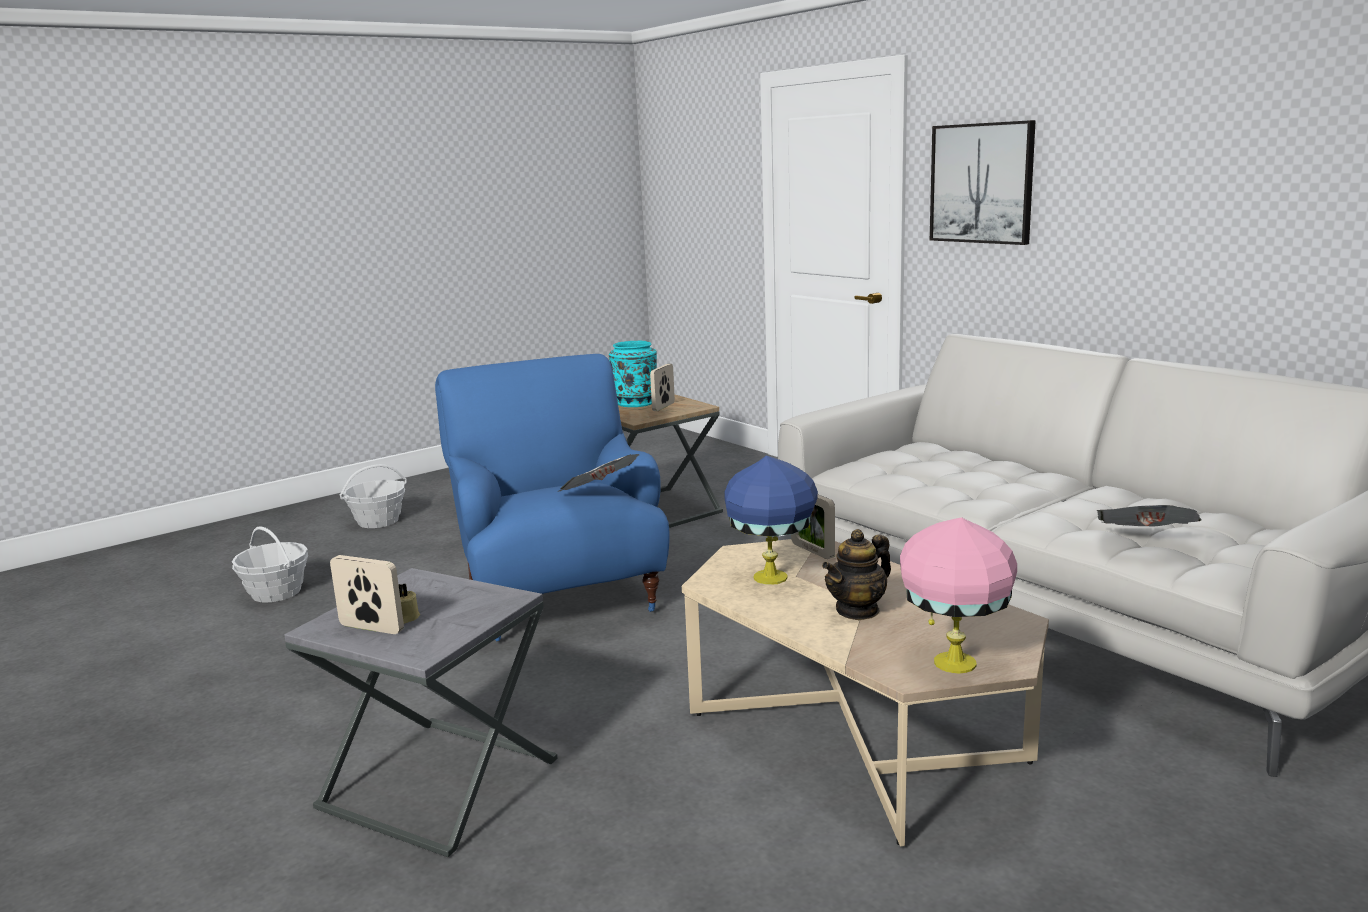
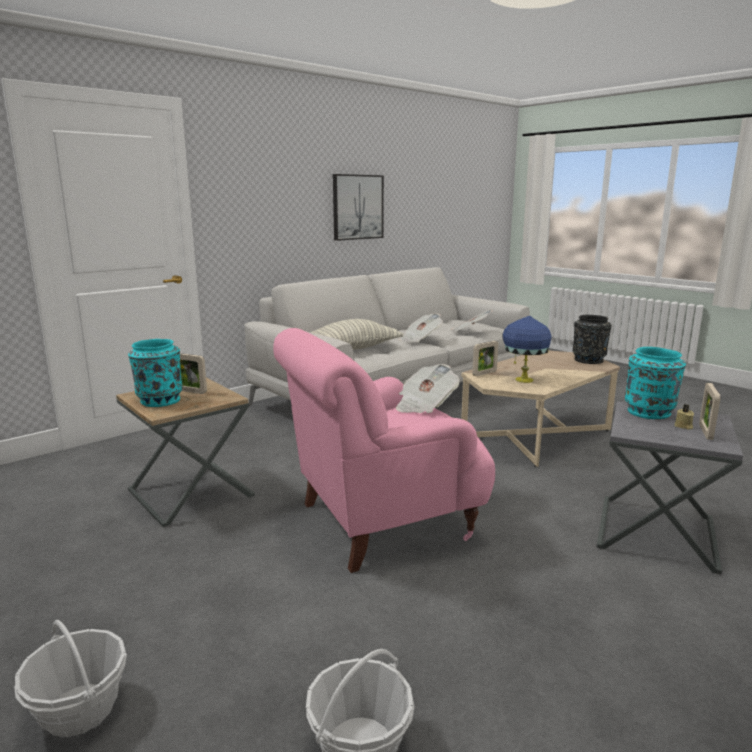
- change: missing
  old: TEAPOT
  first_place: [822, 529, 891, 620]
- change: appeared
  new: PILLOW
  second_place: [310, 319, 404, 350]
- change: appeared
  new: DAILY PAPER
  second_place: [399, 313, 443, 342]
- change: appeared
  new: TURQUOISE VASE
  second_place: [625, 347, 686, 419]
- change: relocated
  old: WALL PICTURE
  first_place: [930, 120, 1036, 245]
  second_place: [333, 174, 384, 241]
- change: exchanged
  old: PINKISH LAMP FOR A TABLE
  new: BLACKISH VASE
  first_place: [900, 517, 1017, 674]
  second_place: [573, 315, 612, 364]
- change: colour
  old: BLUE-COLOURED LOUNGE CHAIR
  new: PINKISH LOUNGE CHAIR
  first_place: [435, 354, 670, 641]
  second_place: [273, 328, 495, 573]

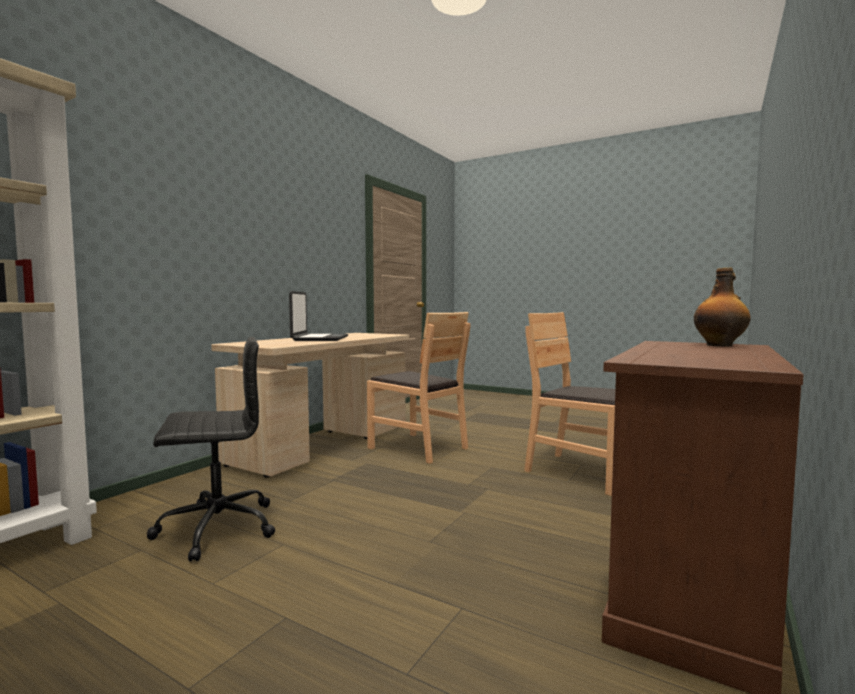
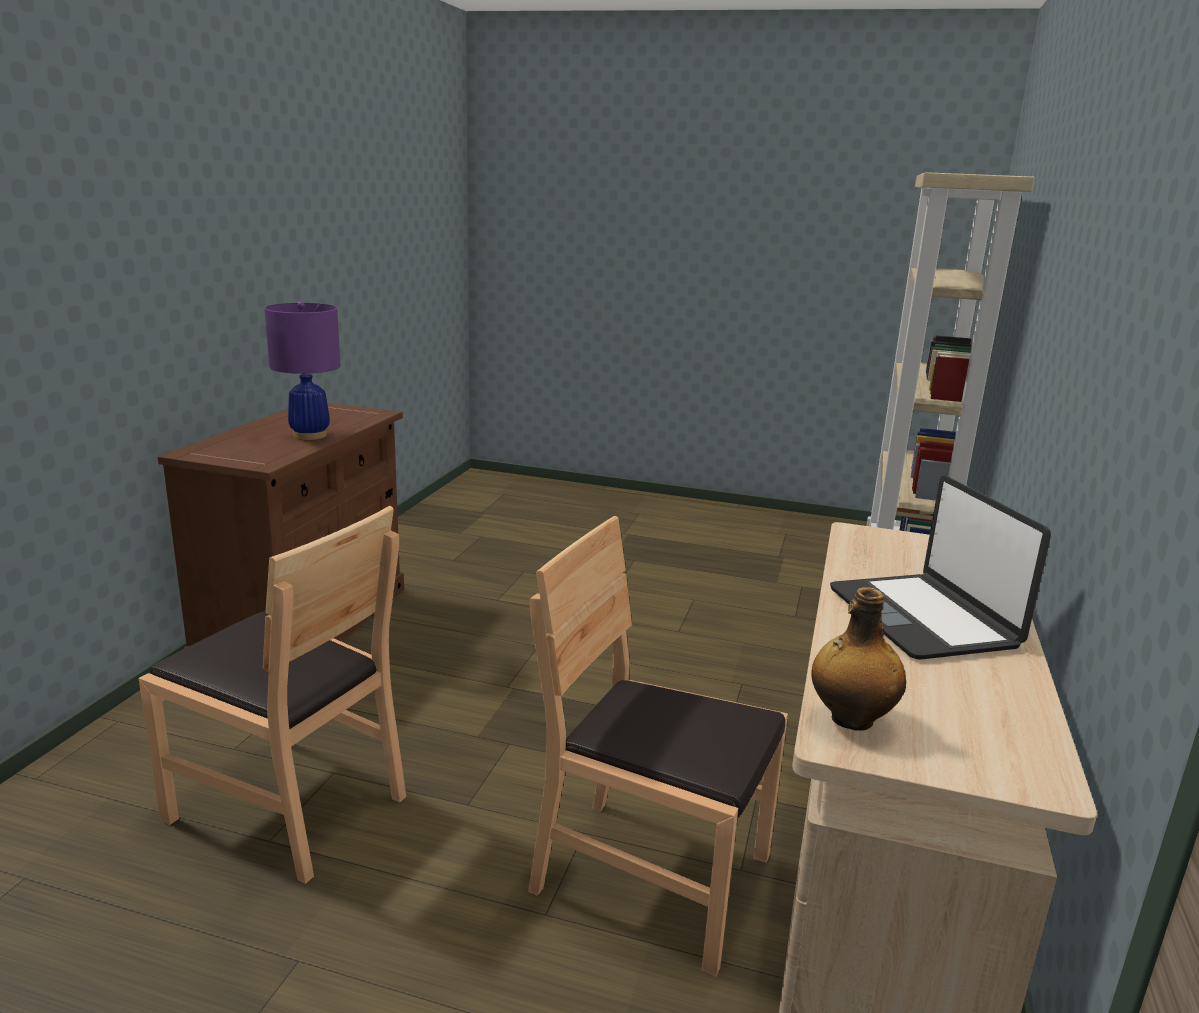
- change: missing
  old: BLACKISH OFFICE CHAIR
  first_place: [146, 337, 275, 562]
- change: appeared
  new: PURPLE LAMP FOR A TABLE
  second_place: [264, 302, 341, 440]
- change: relocated
  old: DRINK BOTTLE
  first_place: [694, 267, 750, 346]
  second_place: [811, 587, 906, 731]

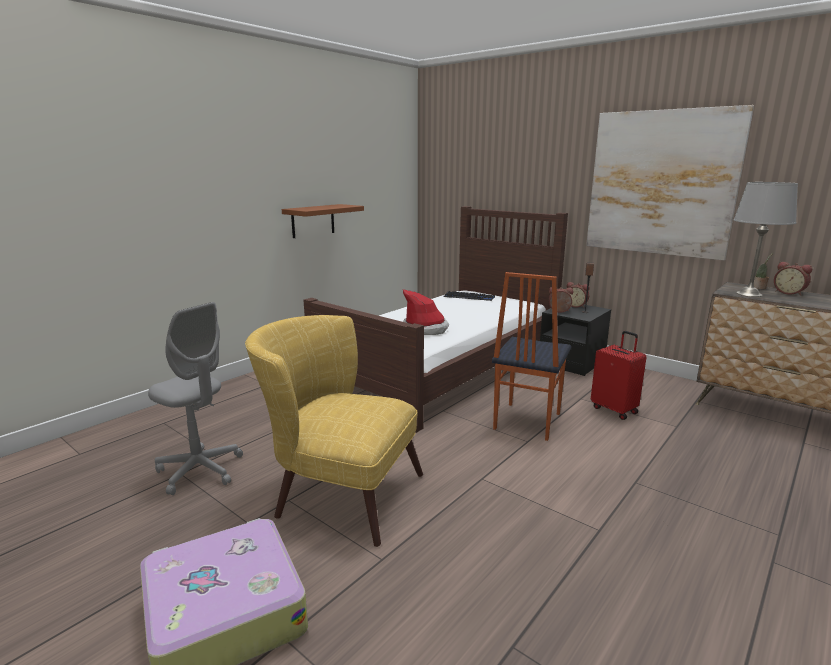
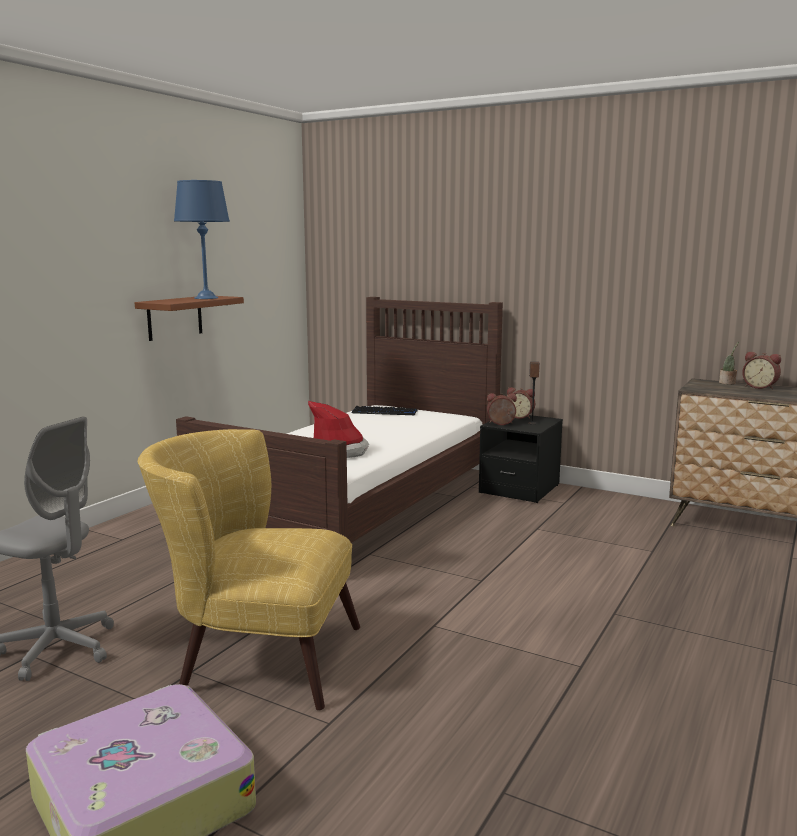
- change: missing
  old: UPRIGHT CHAIR
  first_place: [492, 272, 571, 441]
- change: missing
  old: WALL PICTURE
  first_place: [586, 105, 754, 260]
- change: missing
  old: REDDISH SUITCASE
  first_place: [591, 331, 646, 420]
- change: missing
  old: GREY LAMP FOR A TABLE
  first_place: [734, 182, 798, 297]
- change: appeared
  new: BLUE-COLOURED LAMP FOR A TABLE
  second_place: [174, 180, 230, 299]

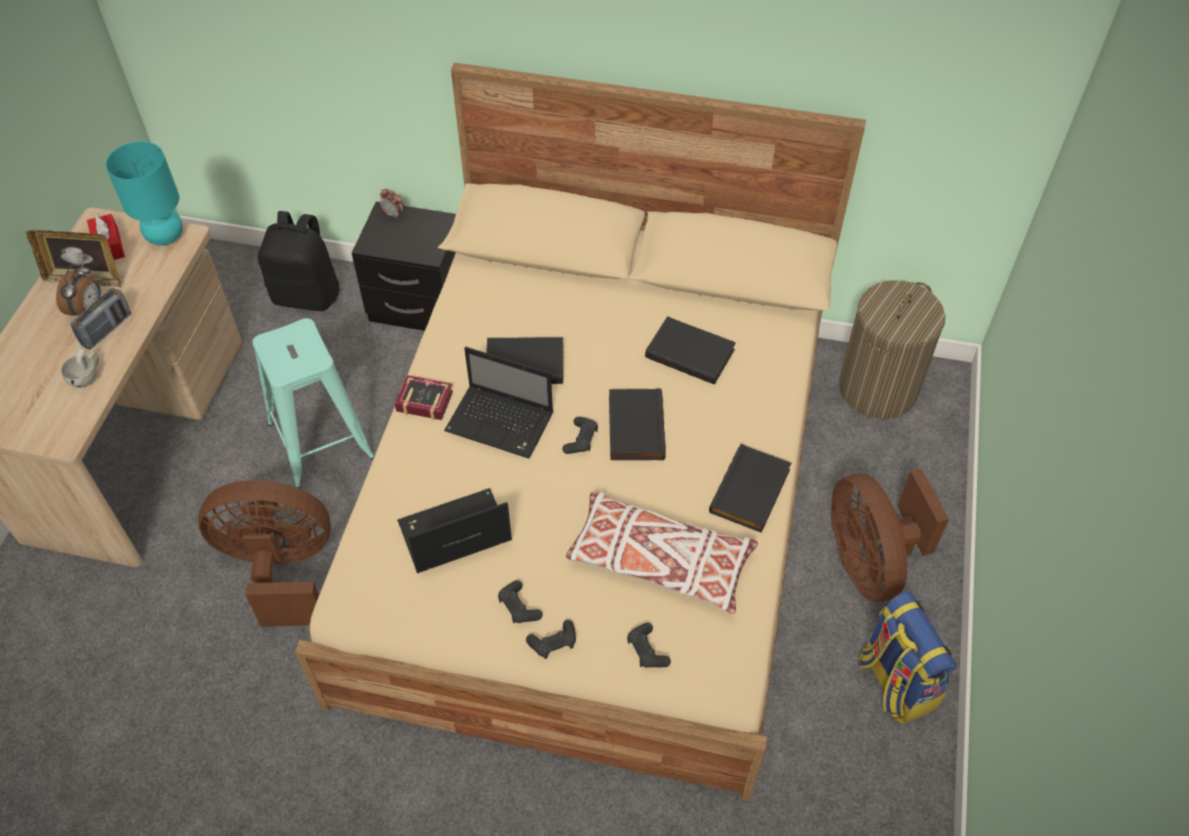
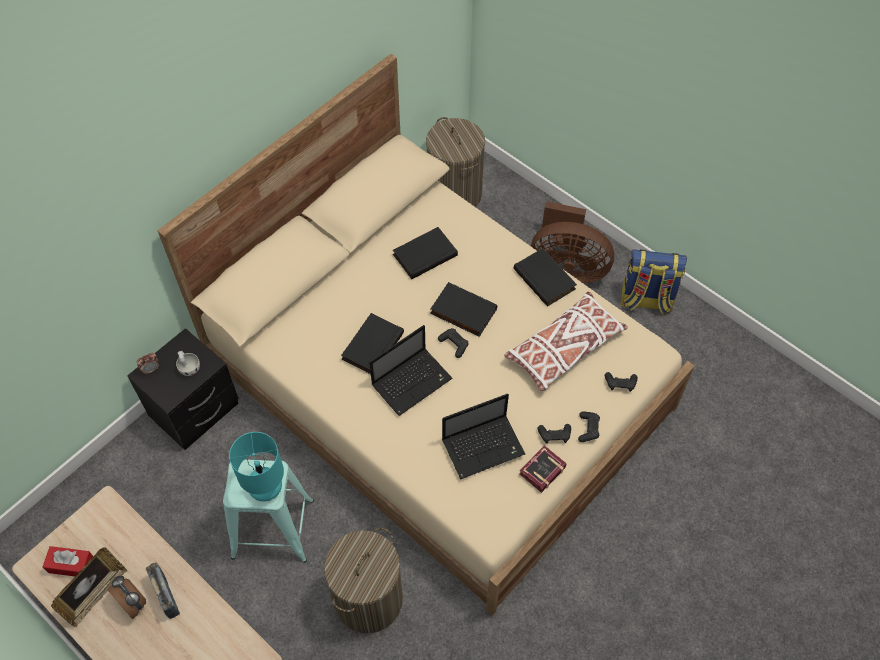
- change: missing
  old: BLACKISH BACKPACK
  first_place: [258, 211, 340, 311]
- change: relocated
  old: WHITE-COLOURED CUP
  first_place: [61, 347, 99, 387]
  second_place: [176, 351, 200, 376]
- change: relocated
  old: TURQUOISE LAMP FOR A TABLE
  first_place: [106, 141, 183, 245]
  second_place: [229, 432, 284, 502]
- change: relocated
  old: BOOK
  first_place: [395, 375, 453, 420]
  second_place: [519, 445, 567, 493]
- change: exchanged
  old: BROWN FAN
  new: HAMPER
  first_place: [198, 480, 331, 627]
  second_place: [324, 528, 403, 634]
- change: spun
  old: LAPTOP
  first_place: [397, 488, 512, 573]
  second_place: [442, 394, 525, 480]
  degrees: -120

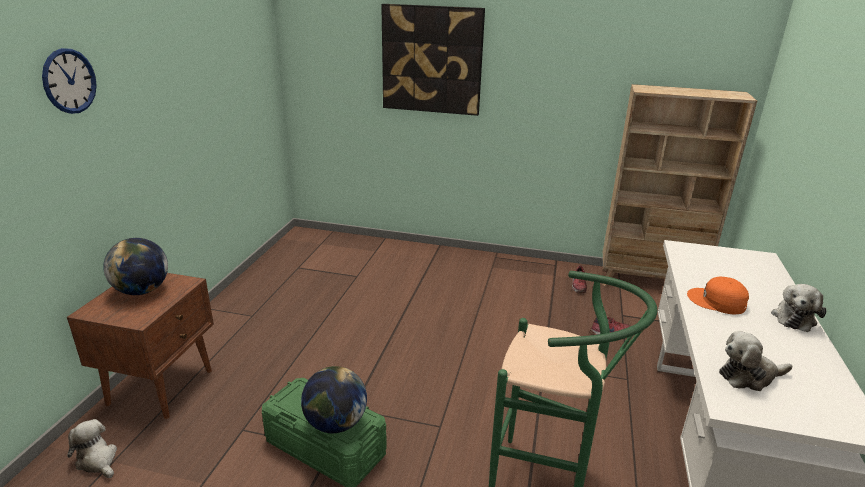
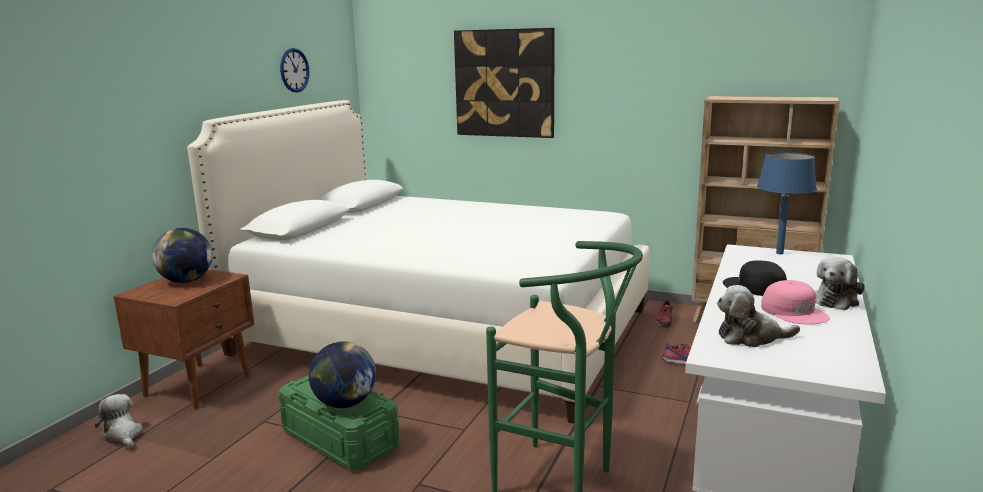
- change: appeared
  new: WHITE-COLOURED BED
  second_place: [187, 100, 650, 423]
- change: appeared
  new: BLUE-COLOURED LAMP FOR A TABLE
  second_place: [757, 152, 817, 254]
- change: appeared
  new: PINKISH PEAKED CAP
  second_place: [761, 280, 830, 324]
- change: relocated
  old: WALL CLOCK
  first_place: [42, 48, 97, 114]
  second_place: [280, 48, 309, 92]
- change: colour
  old: ORANGEY PEAKED CAP
  new: BLACKISH PEAKED CAP
  first_place: [687, 277, 749, 314]
  second_place: [723, 260, 787, 296]

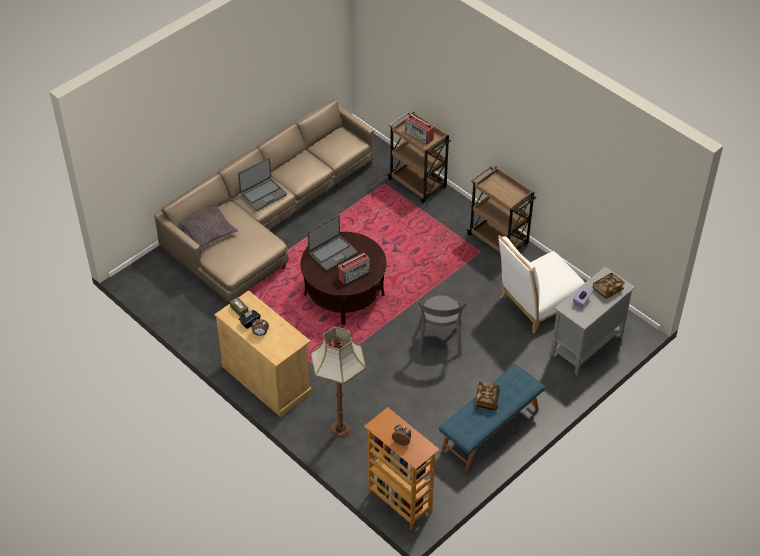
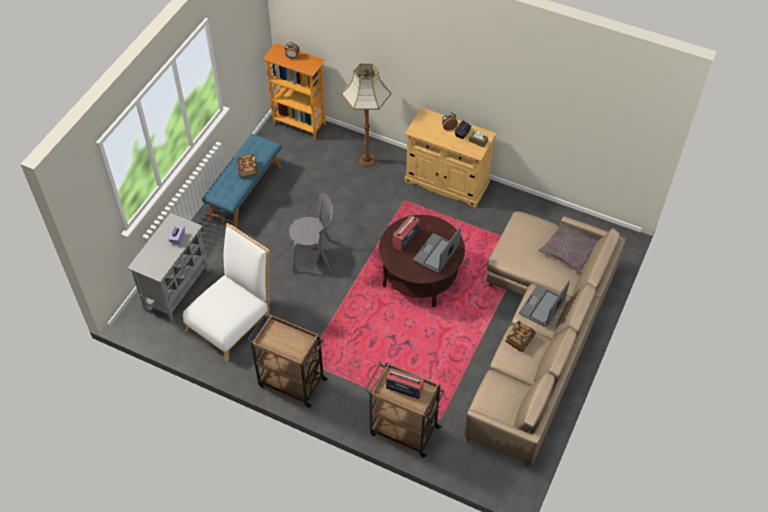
- change: relocated
  old: BOOK
  first_place: [593, 273, 625, 299]
  second_place: [505, 321, 536, 352]
- change: spun
  old: GREY UPRIGHT CHAIR
  first_place: [417, 295, 467, 356]
  second_place: [289, 193, 333, 273]
  degrees: 105

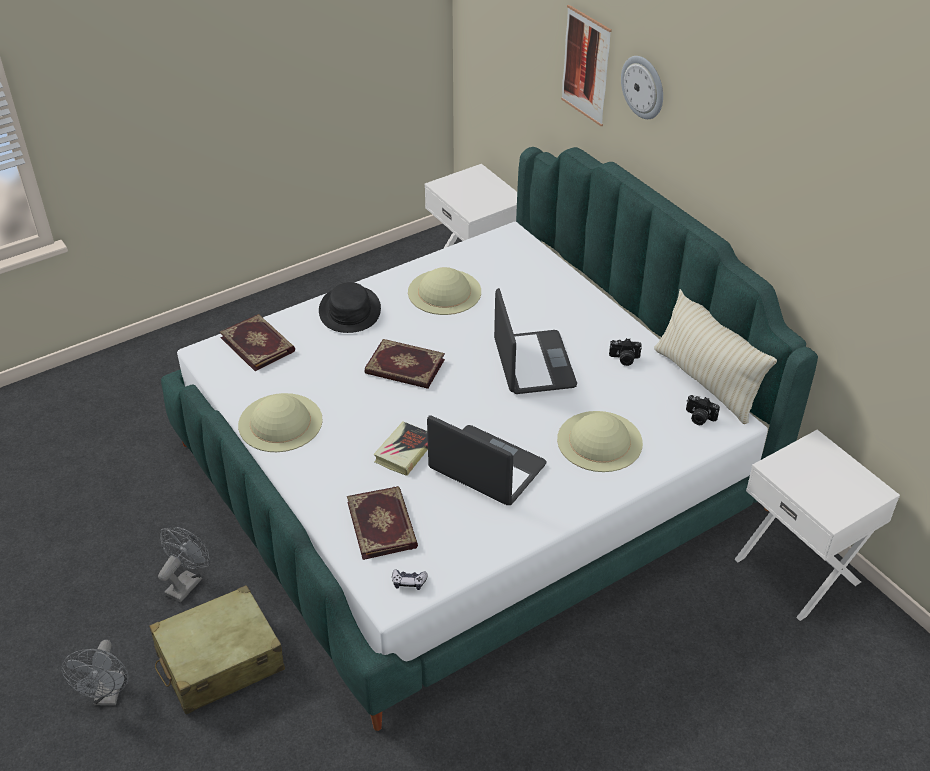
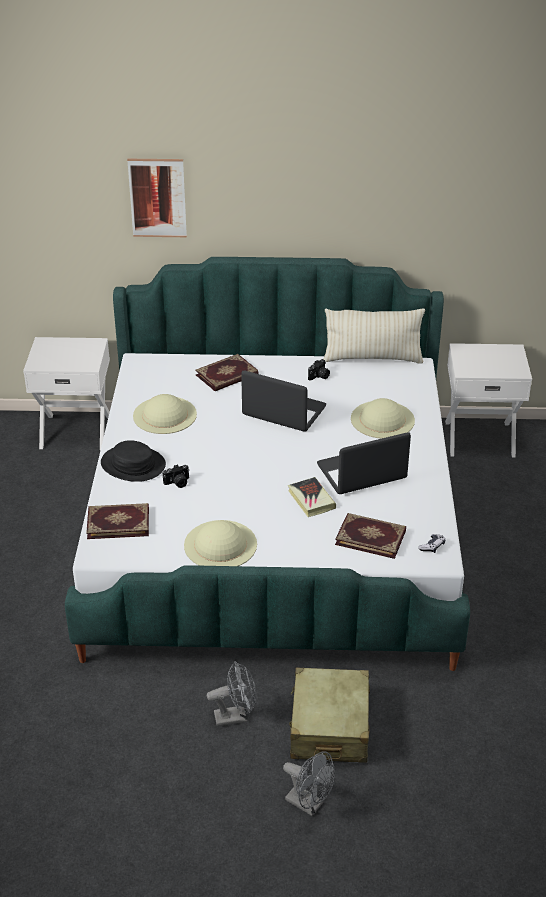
- change: missing
  old: WALL CLOCK
  first_place: [621, 56, 663, 119]
- change: relocated
  old: BOOK
  first_place: [365, 339, 445, 389]
  second_place: [195, 354, 258, 391]
- change: relocated
  old: PHOTO CAMERA
  first_place: [686, 395, 720, 425]
  second_place: [162, 464, 189, 488]
- change: spun
  old: GREY FAN
  first_place: [158, 527, 210, 602]
  second_place: [207, 661, 256, 726]
  degrees: 105

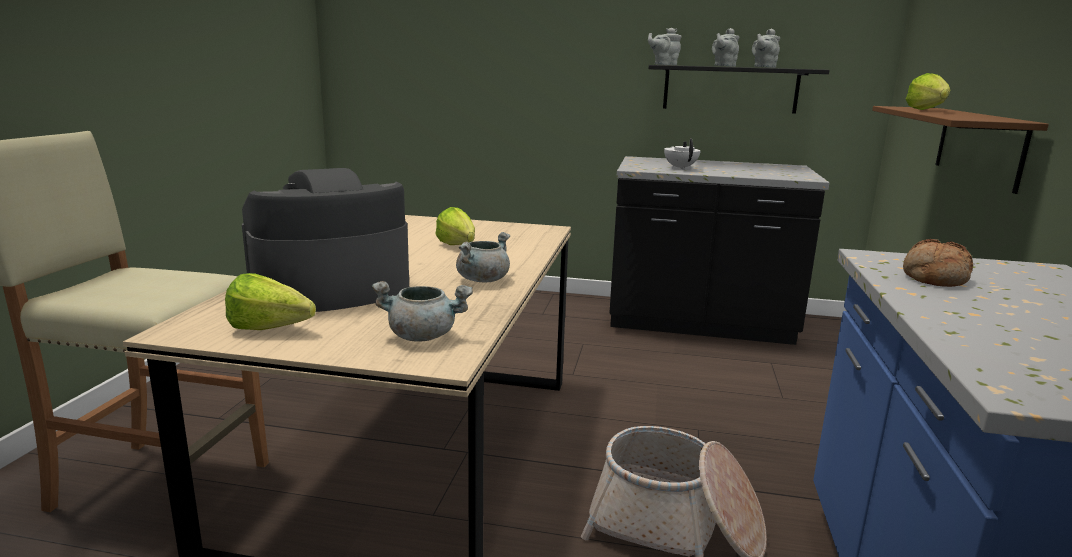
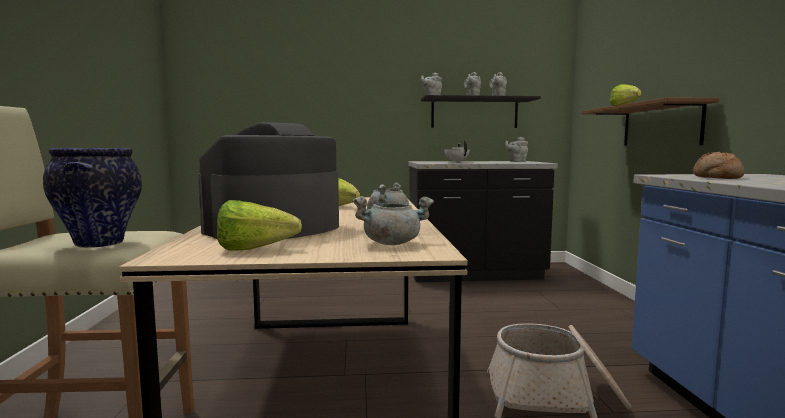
- change: appeared
  new: VASE
  second_place: [43, 148, 142, 248]
- change: appeared
  new: GREY TEAPOT
  second_place: [505, 137, 528, 162]

